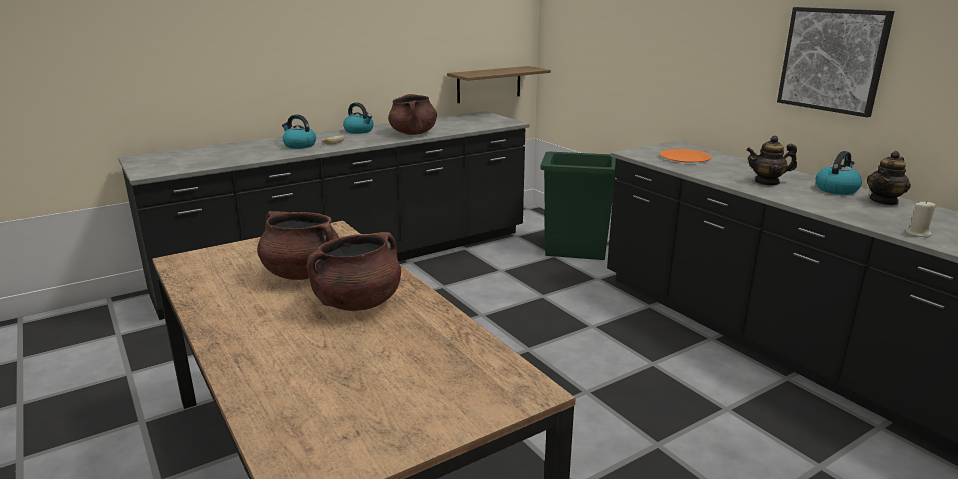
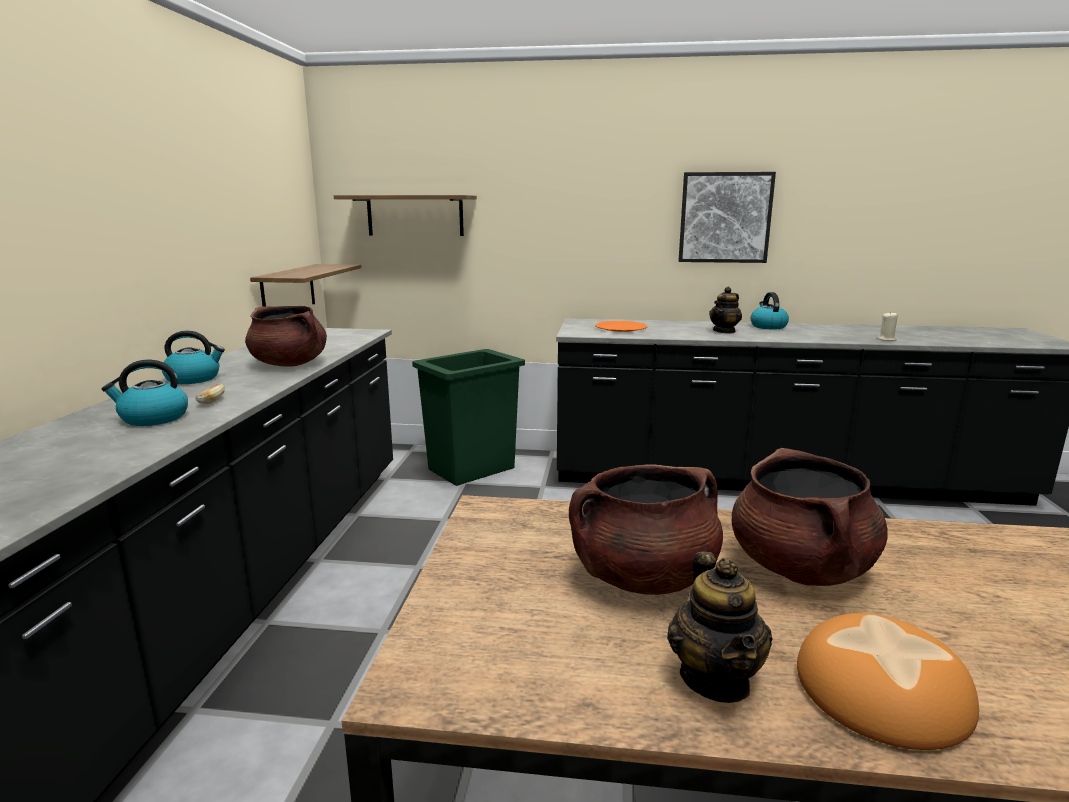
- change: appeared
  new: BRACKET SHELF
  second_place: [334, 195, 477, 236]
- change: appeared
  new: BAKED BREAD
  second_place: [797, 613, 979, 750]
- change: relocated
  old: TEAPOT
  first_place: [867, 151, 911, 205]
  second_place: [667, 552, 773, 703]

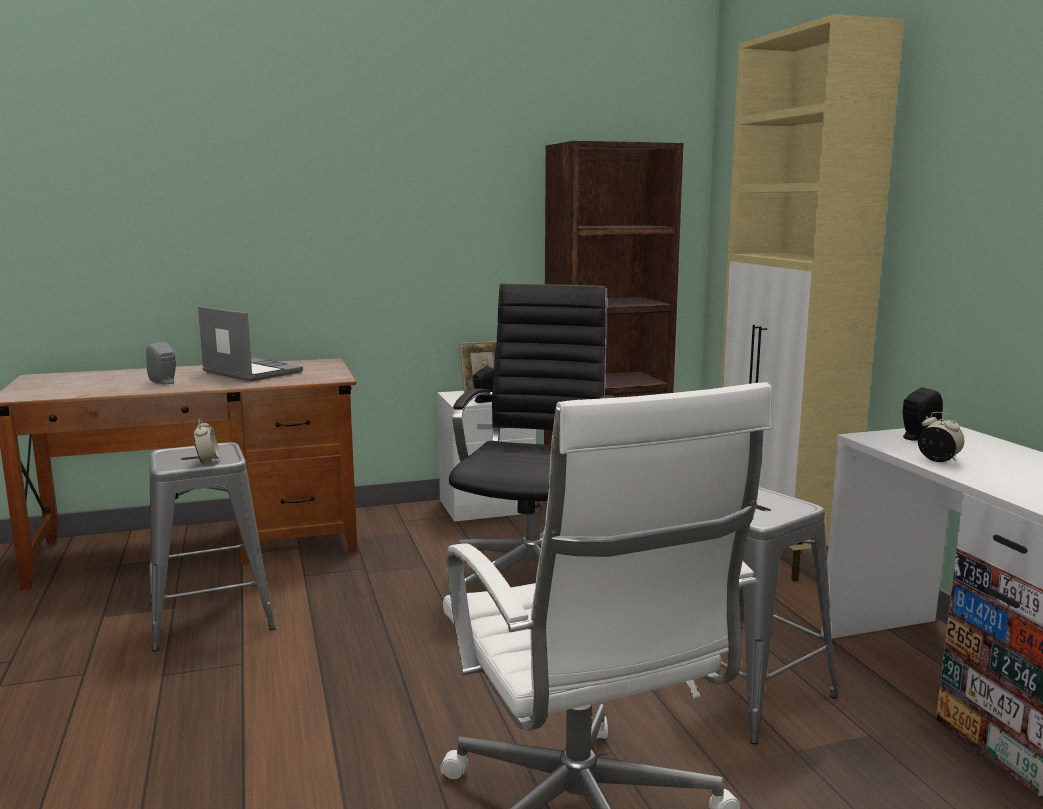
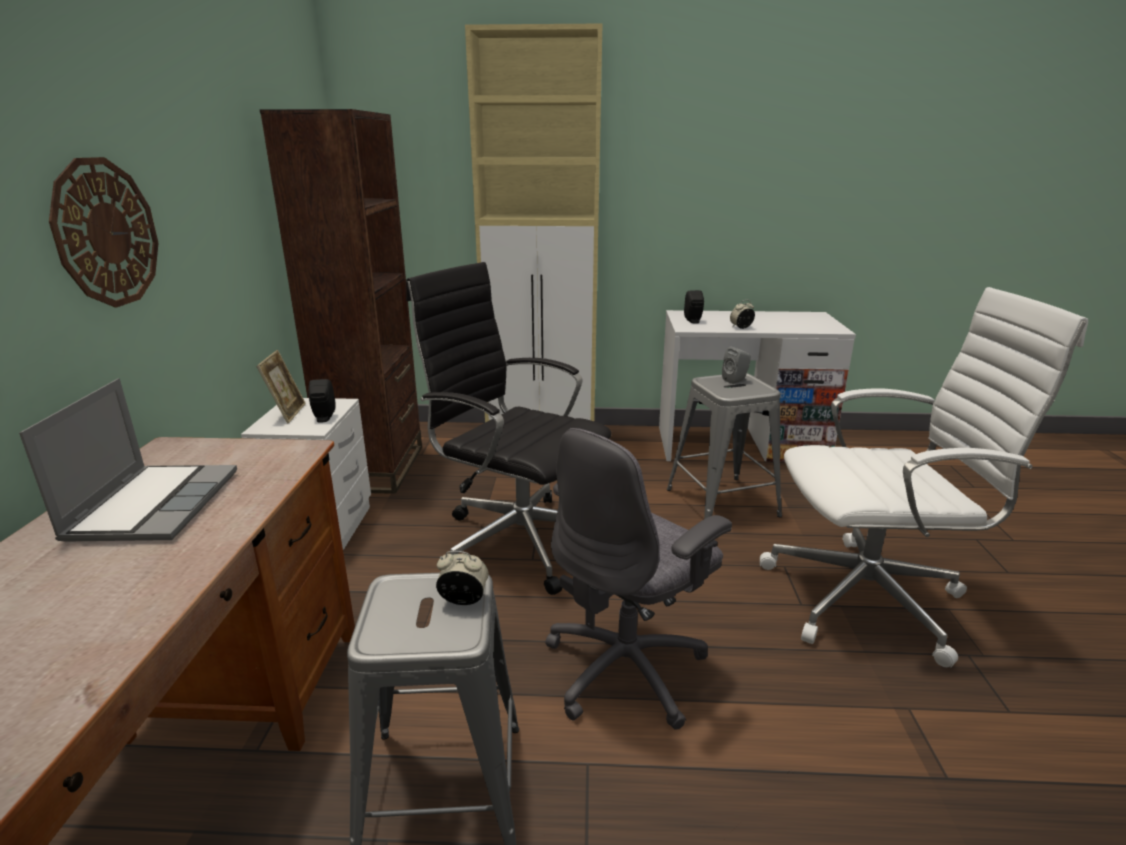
- change: appeared
  new: WALL CLOCK
  second_place: [49, 157, 158, 307]
- change: appeared
  new: GREY OFFICE CHAIR
  second_place: [545, 428, 732, 730]
- change: relocated
  old: GREY AUDIO SPEAKER
  first_place: [146, 342, 176, 384]
  second_place: [722, 347, 751, 384]
- change: spun
  old: LAPTOP
  first_place: [198, 306, 303, 382]
  second_place: [19, 378, 237, 542]
  degrees: 120

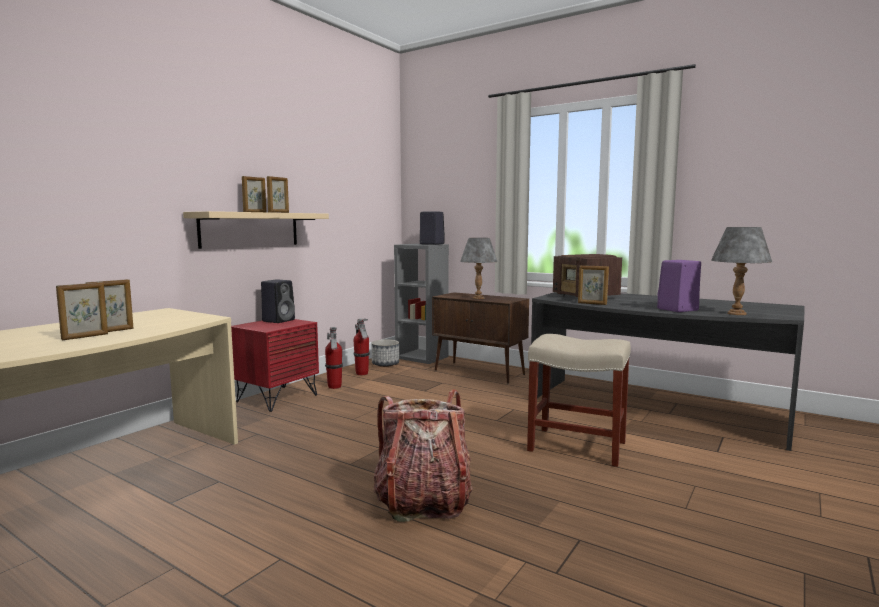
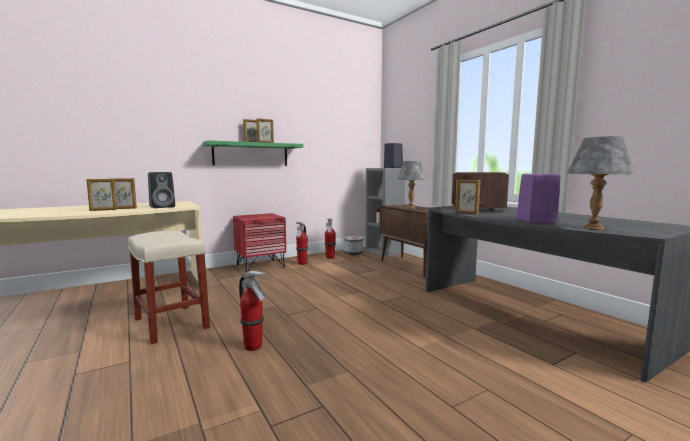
- change: relocated
  old: BLACKISH AUDIO SPEAKER
  first_place: [261, 279, 295, 323]
  second_place: [148, 172, 175, 208]
- change: relocated
  old: BEIGE-COLOURED SITTING STOOL
  first_place: [527, 334, 631, 467]
  second_place: [128, 231, 210, 344]
- change: exchanged
  old: BACKPACK
  new: EXTINGUISHER
  first_place: [374, 389, 473, 522]
  second_place: [239, 271, 266, 351]
- change: colour
  old: BEIGE-COLOURED BRACKET SHELF
  new: GREEN-COLOURED BRACKET SHELF
  first_place: [183, 211, 329, 249]
  second_place: [202, 140, 303, 166]

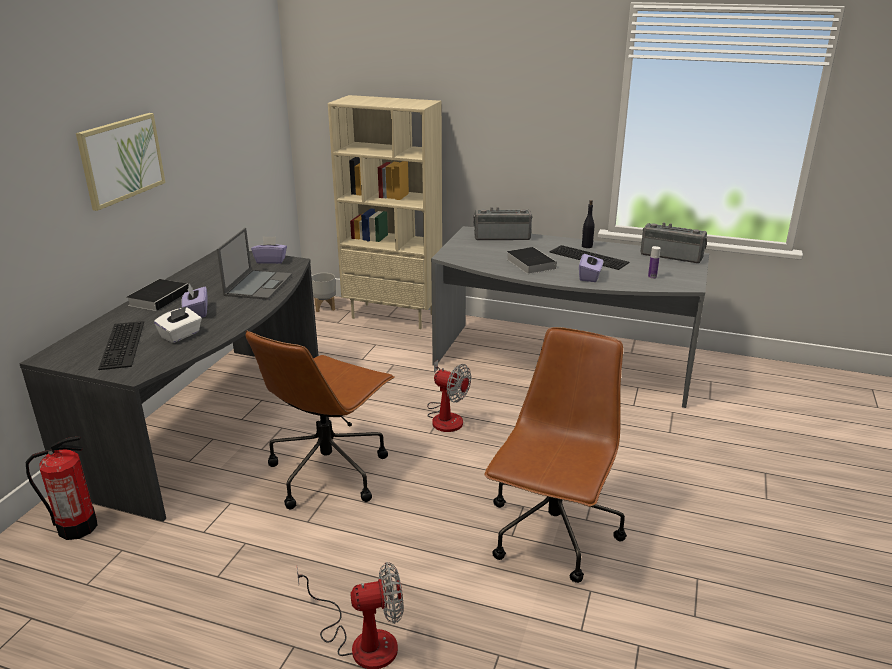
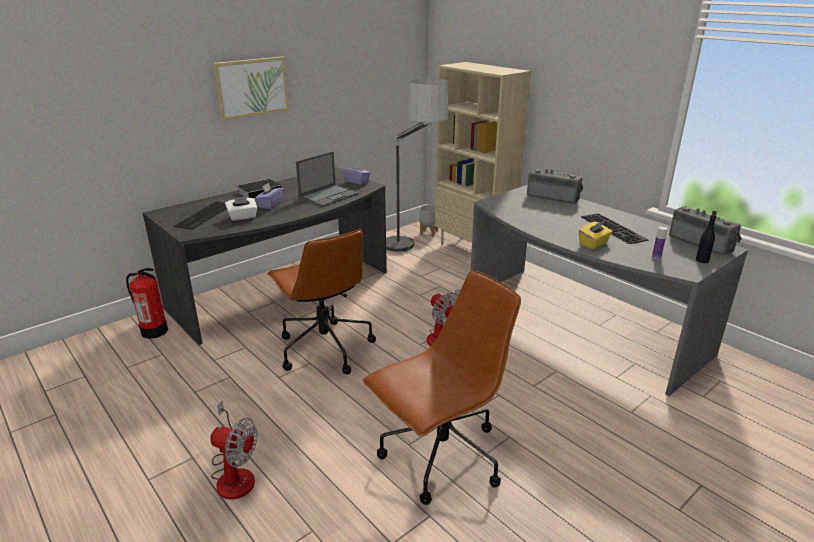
- change: missing
  old: BOOK
  first_place: [506, 247, 556, 274]
- change: appeared
  new: FLOOR LAMP
  second_place: [386, 78, 448, 253]
- change: relocated
  old: BLACKISH DRINK BOTTLE
  first_place: [582, 200, 594, 248]
  second_place: [696, 210, 717, 263]
- change: colour
  old: PURPLE BOX OF TISSUES
  new: YELLOW BOX OF TISSUES
  first_place: [579, 254, 604, 282]
  second_place: [579, 220, 612, 249]
- change: spun
  old: BROWN OFFICE CHAIR
  first_place: [246, 330, 394, 509]
  second_place: [267, 229, 376, 374]
  degrees: -90

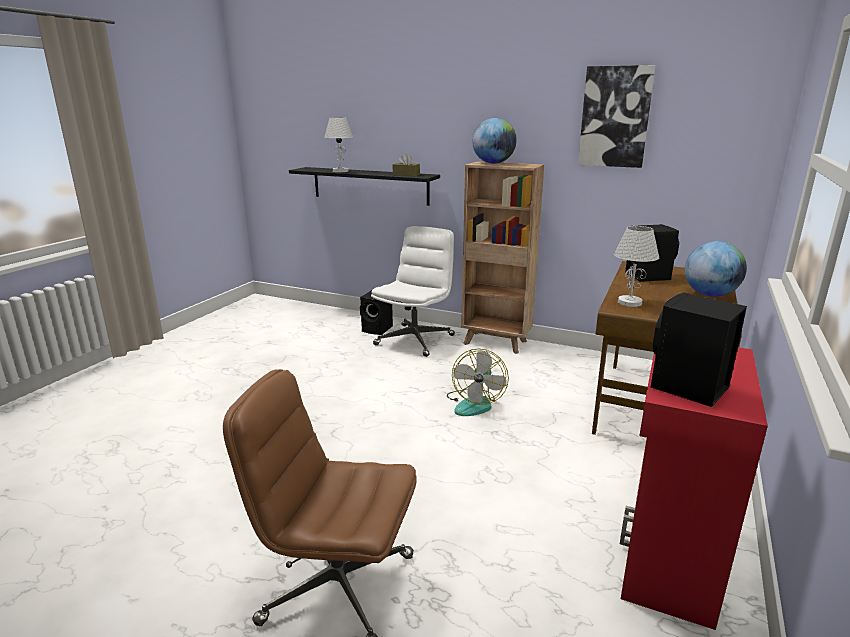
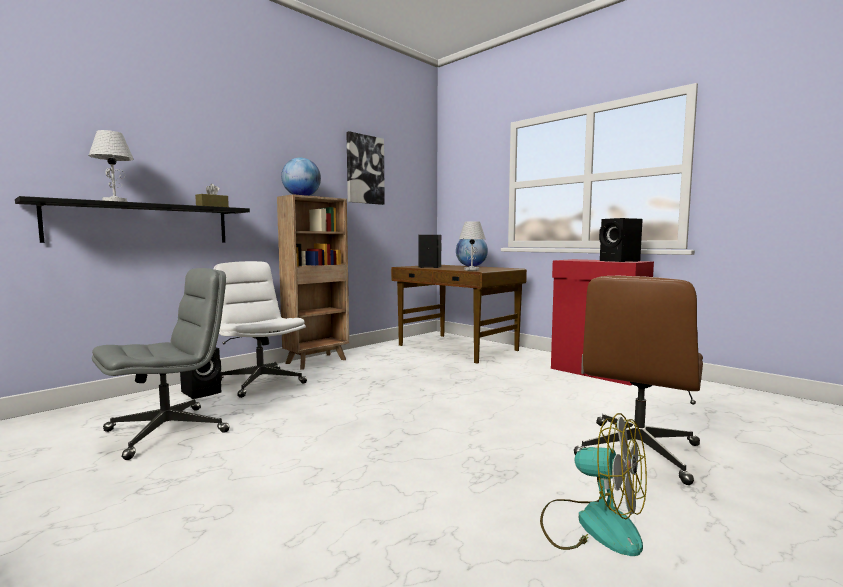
- change: appeared
  new: GREY OFFICE CHAIR
  second_place: [92, 268, 230, 460]
- change: relocated
  old: FAN
  first_place: [447, 349, 509, 416]
  second_place: [540, 413, 647, 556]

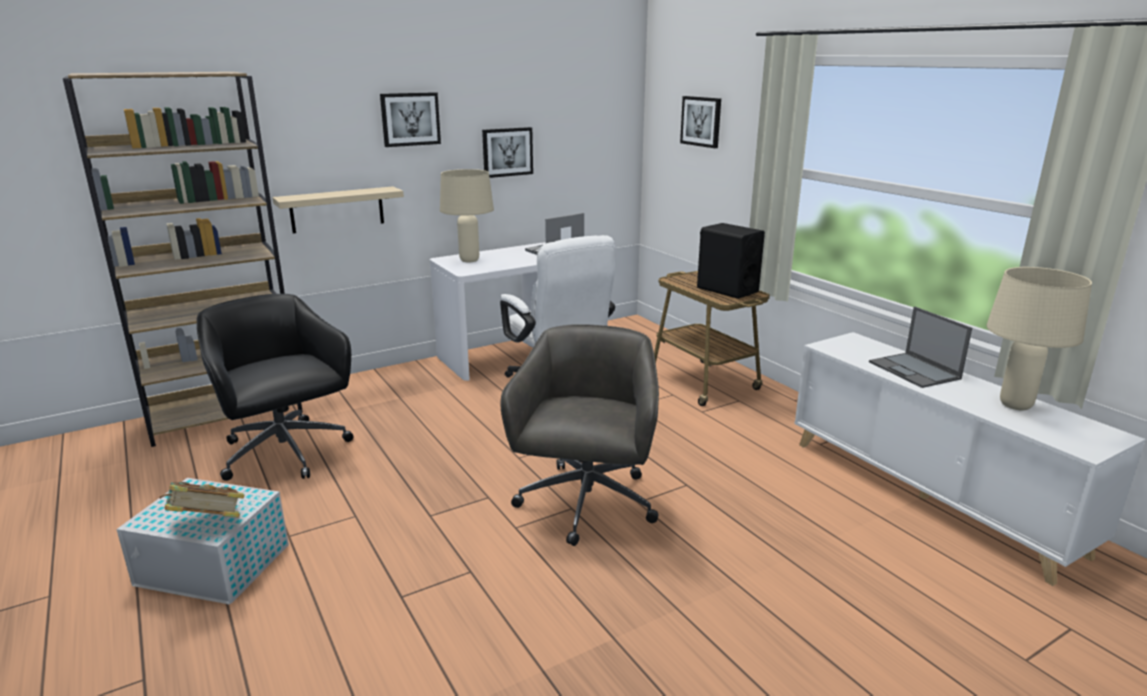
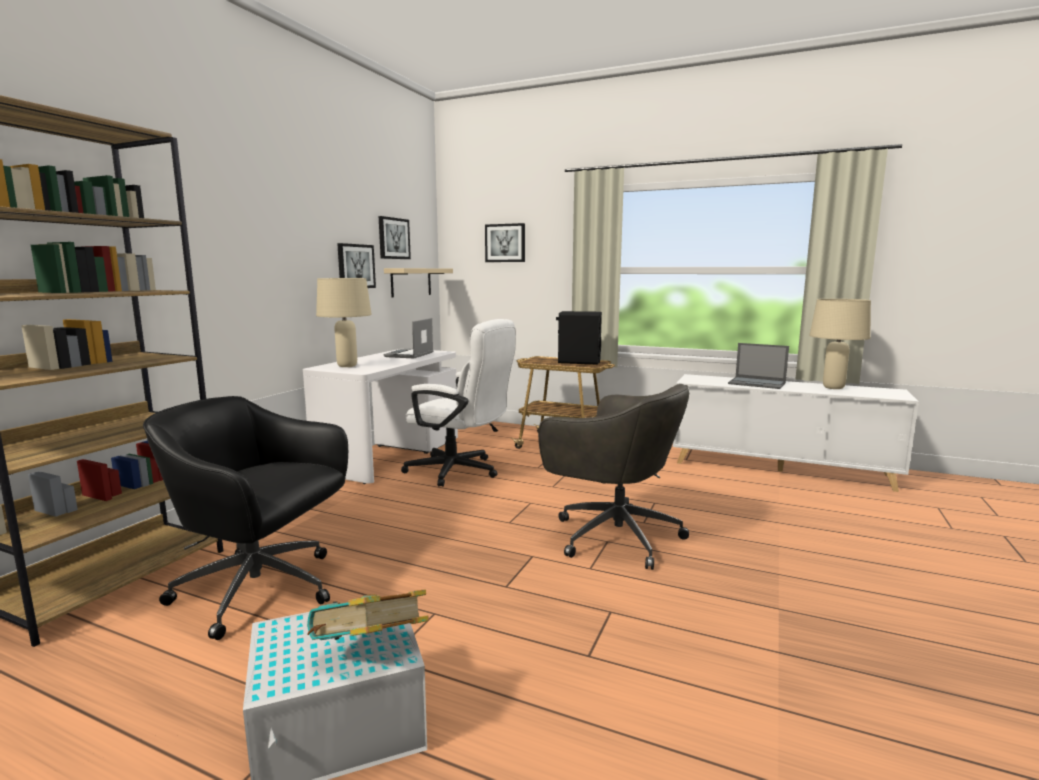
- change: relocated
  old: BEIGE-COLOURED BRACKET SHELF
  first_place: [272, 186, 404, 233]
  second_place: [384, 268, 453, 297]
- change: relocated
  old: WALL PICTURE
  first_place: [380, 92, 441, 147]
  second_place: [379, 216, 411, 259]
- change: spun
  old: GREY OFFICE CHAIR
  first_place: [501, 324, 659, 546]
  second_place: [538, 384, 689, 570]
  degrees: 150

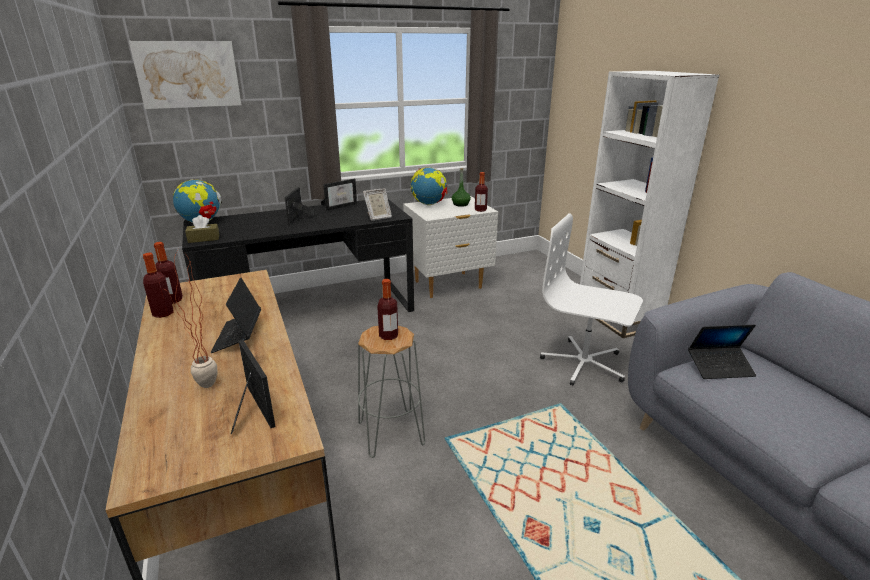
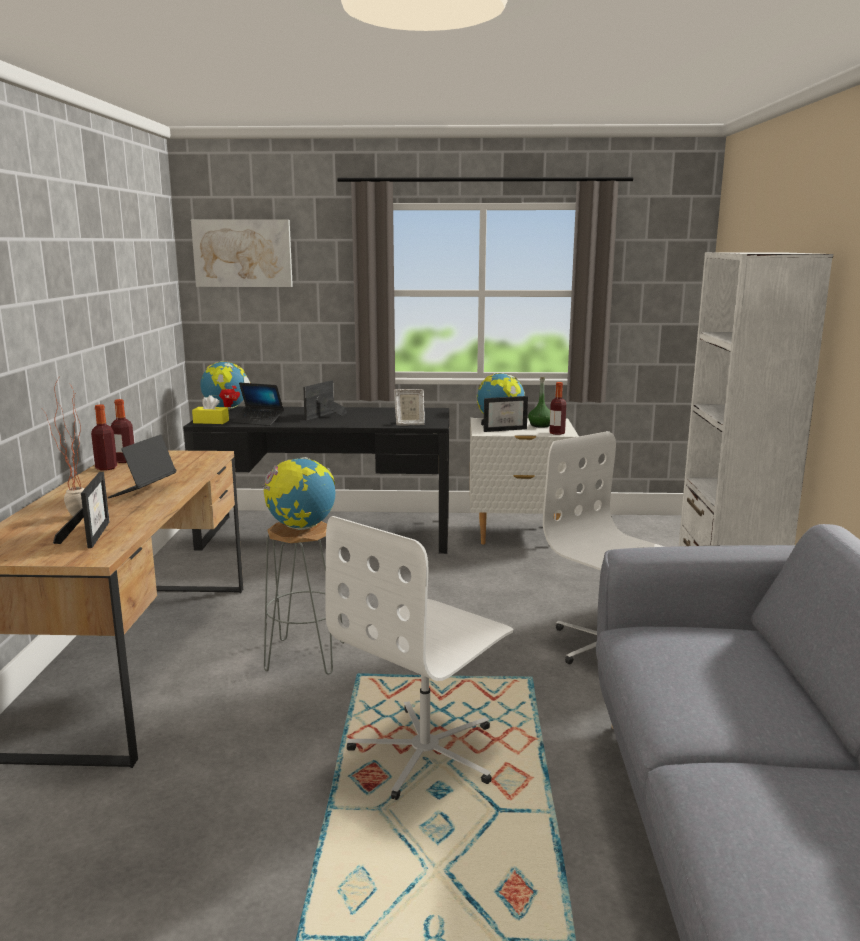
- change: appeared
  new: WHITE-COLOURED OFFICE CHAIR
  second_place: [325, 516, 513, 800]
- change: relocated
  old: STANDING FRAME
  first_place: [321, 179, 357, 211]
  second_place: [481, 396, 528, 432]
- change: relocated
  old: LAPTOP
  first_place: [688, 325, 757, 379]
  second_place: [232, 383, 284, 426]
- change: exchanged
  old: DRINK BOTTLE
  new: GLOBE
  first_place: [377, 279, 398, 340]
  second_place: [262, 457, 335, 530]
- change: colour
  old: BROWN BOX OF TISSUES
  new: YELLOW BOX OF TISSUES
  first_place: [185, 215, 219, 243]
  second_place: [192, 395, 229, 424]

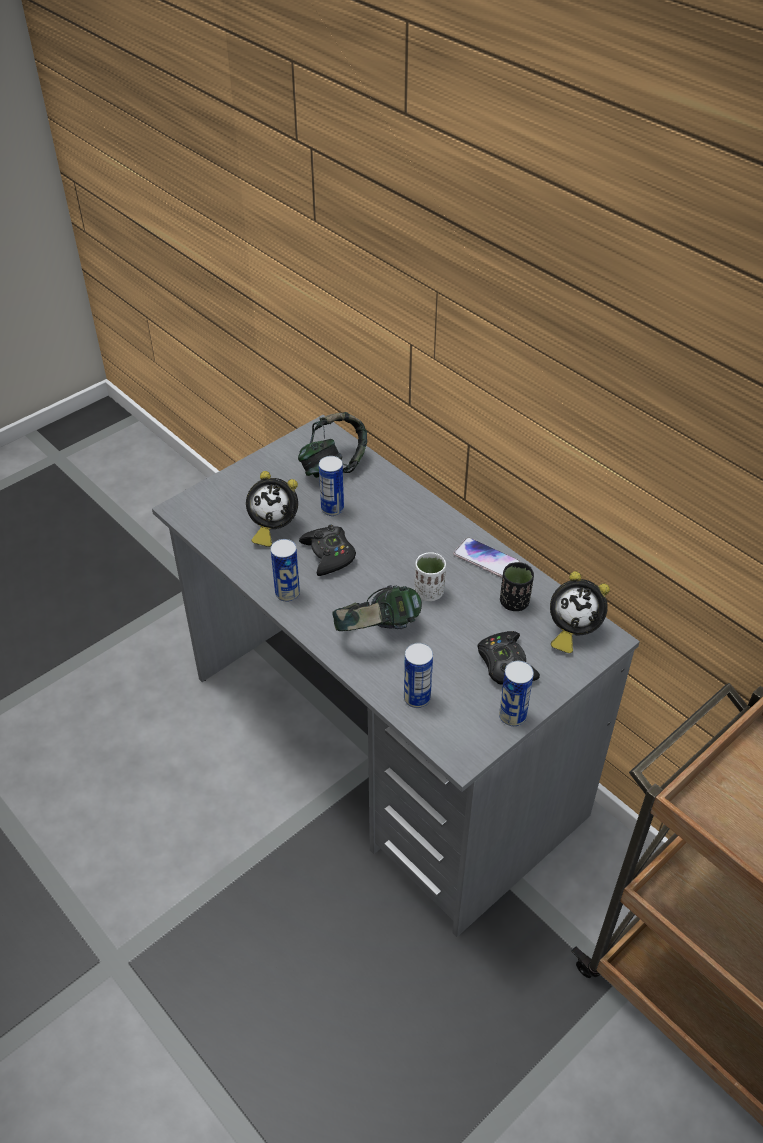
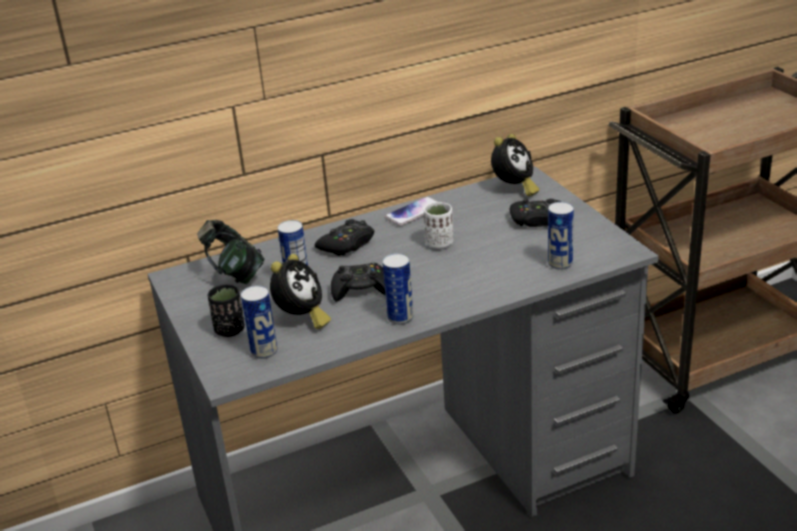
- change: missing
  old: HEADSET
  first_place: [332, 585, 422, 631]
- change: appeared
  new: BLACKISH GAME CONTROLLER
  second_place: [315, 219, 374, 256]
- change: relocated
  old: METAL CAN
  first_place: [499, 661, 534, 726]
  second_place: [241, 285, 277, 359]
- change: relocated
  old: BLACKISH CUP
  first_place: [500, 562, 534, 611]
  second_place: [207, 285, 245, 337]

